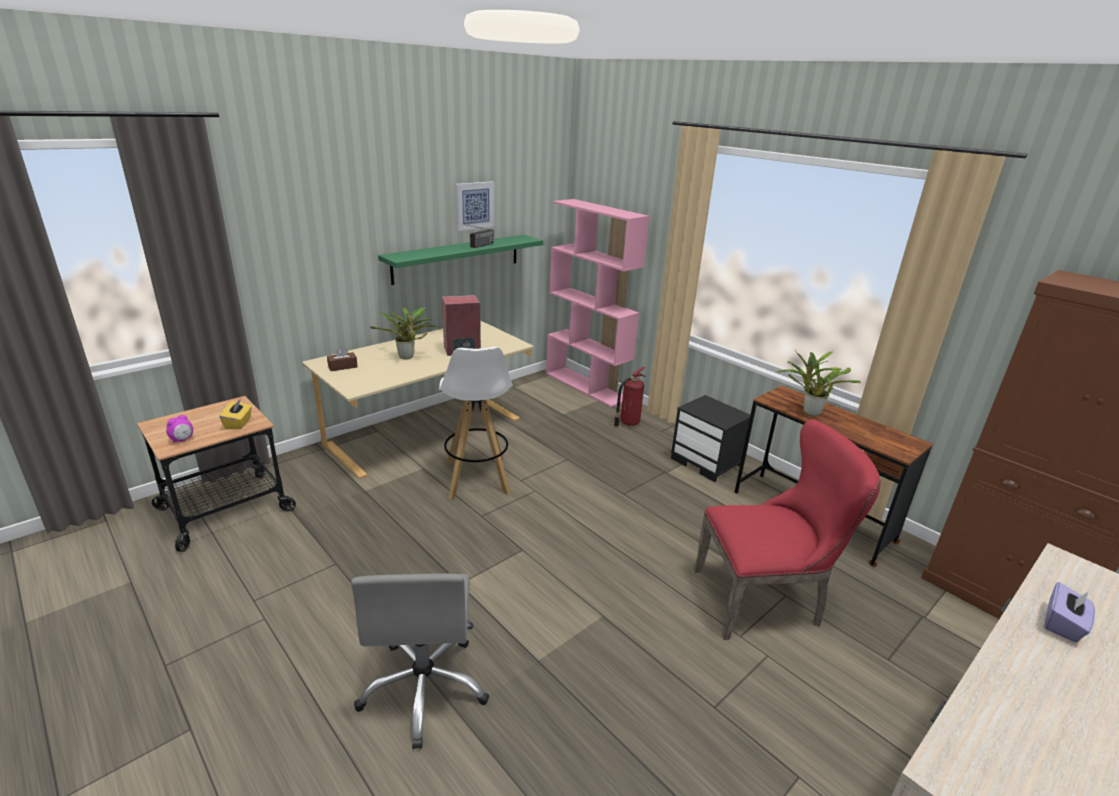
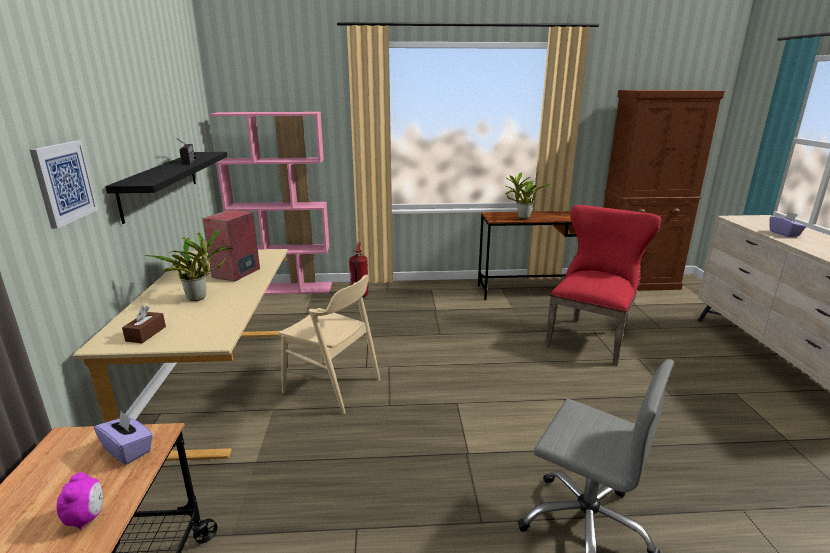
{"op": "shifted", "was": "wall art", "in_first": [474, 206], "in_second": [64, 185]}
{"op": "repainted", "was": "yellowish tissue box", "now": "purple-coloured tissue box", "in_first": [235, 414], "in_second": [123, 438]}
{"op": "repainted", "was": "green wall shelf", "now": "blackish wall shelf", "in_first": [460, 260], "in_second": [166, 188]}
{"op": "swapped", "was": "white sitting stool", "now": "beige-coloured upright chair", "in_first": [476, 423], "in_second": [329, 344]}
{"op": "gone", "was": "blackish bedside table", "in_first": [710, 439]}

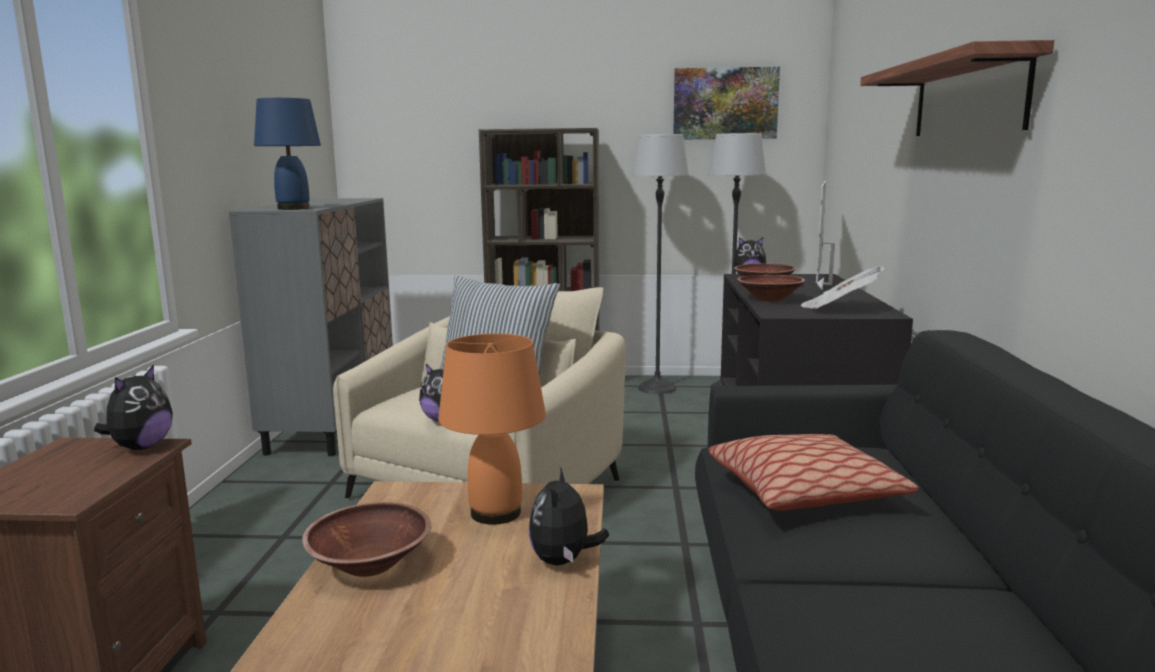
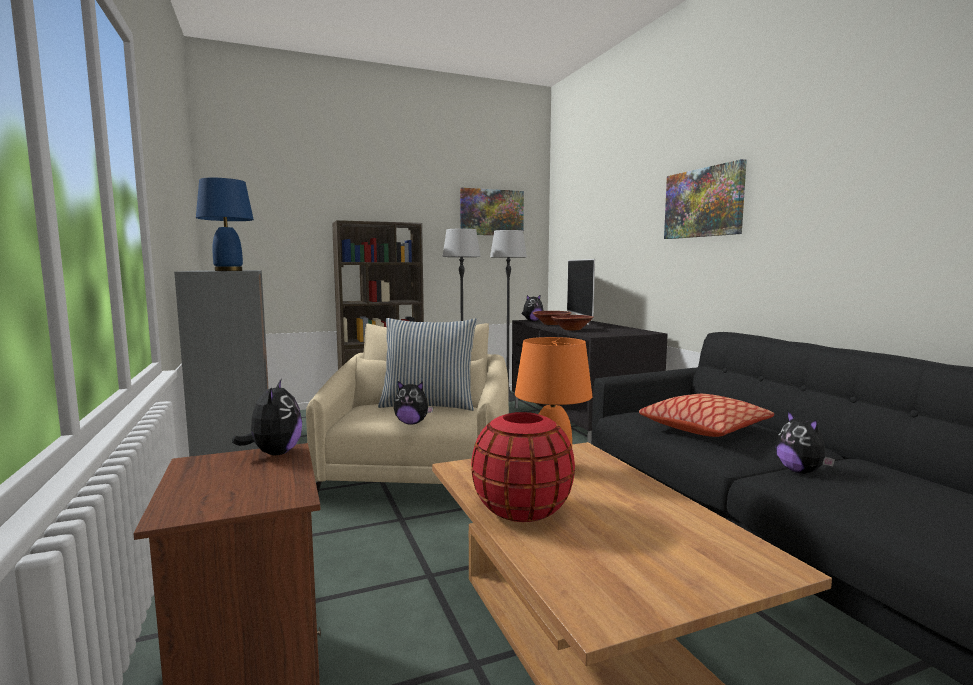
{"op": "swapped", "was": "brown-coloured bowl", "now": "reddish flower vase", "in_first": [366, 539], "in_second": [523, 467]}
{"op": "swapped", "was": "wall shelf", "now": "wall art", "in_first": [957, 88], "in_second": [705, 199]}
{"op": "shifted", "was": "plush toy", "in_first": [568, 516], "in_second": [805, 442]}
{"op": "gone", "was": "newspaper", "in_first": [843, 288]}

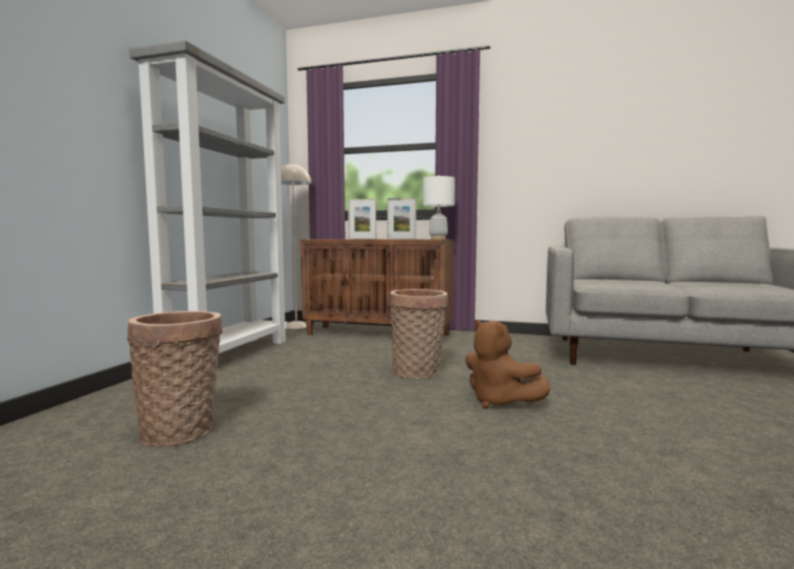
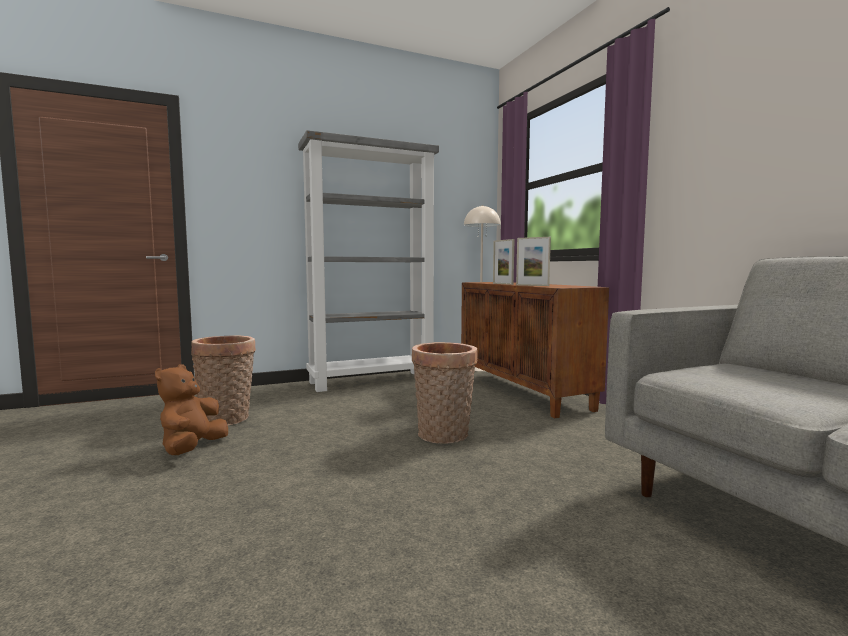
{"op": "shifted", "was": "brown-coloured plush toy", "in_first": [507, 364], "in_second": [191, 410]}
{"op": "gone", "was": "white table lamp", "in_first": [439, 207]}

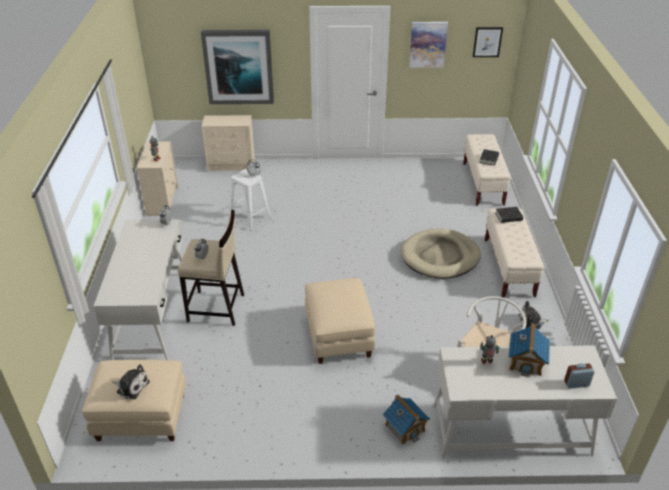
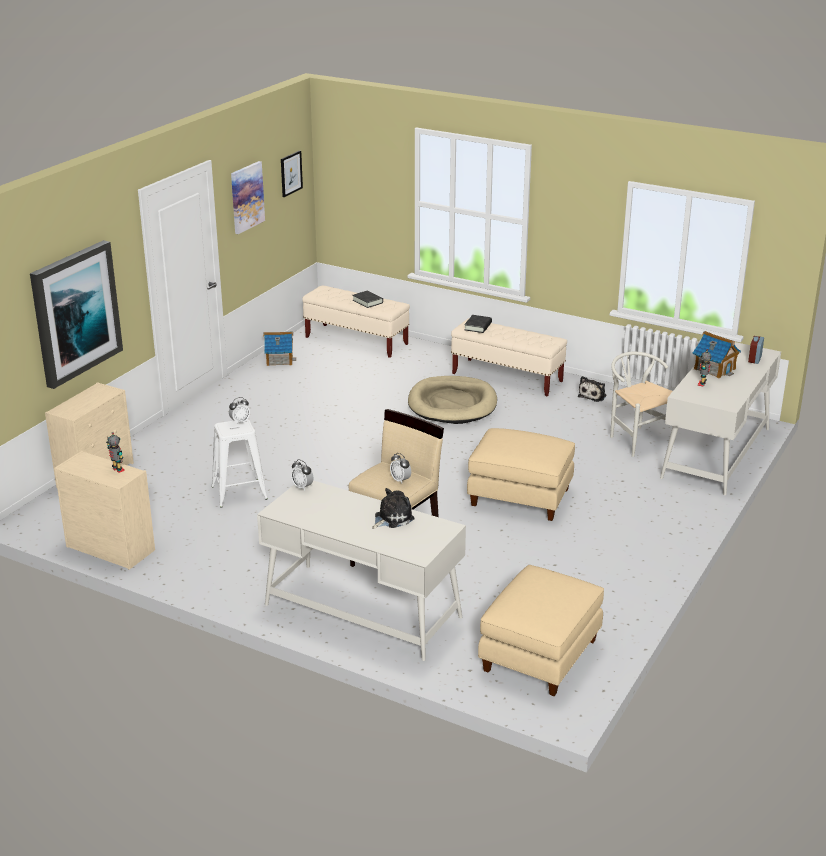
{"op": "shifted", "was": "model house", "in_first": [406, 420], "in_second": [279, 348]}
{"op": "shifted", "was": "plush toy", "in_first": [131, 381], "in_second": [393, 508]}

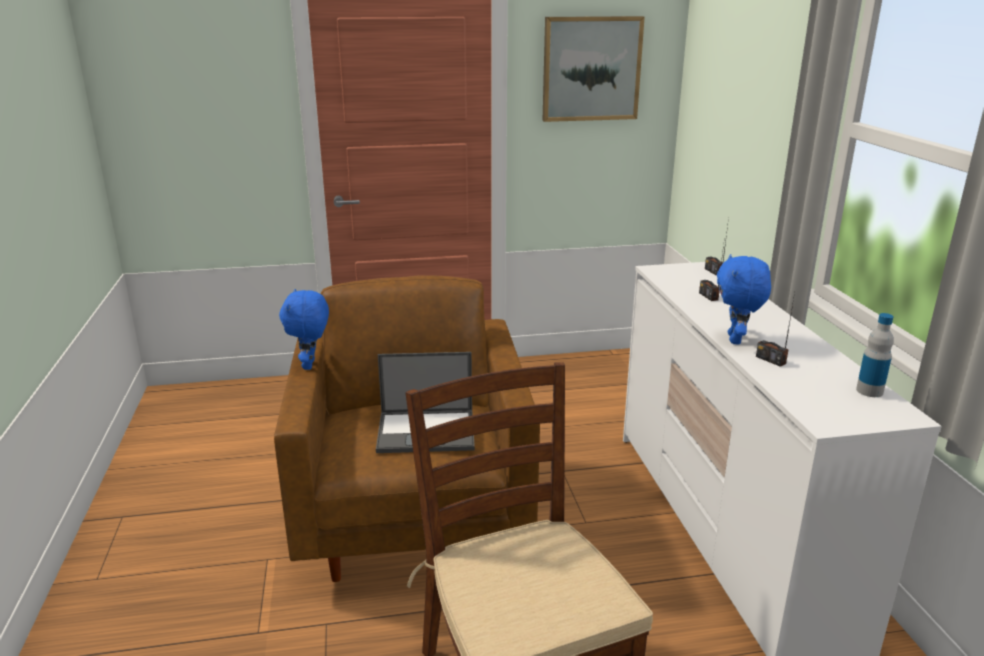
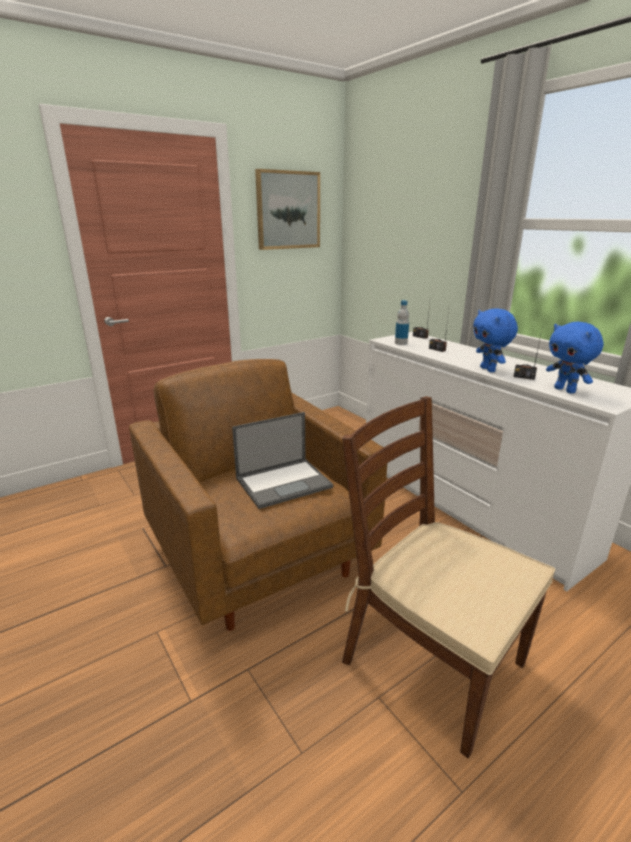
{"op": "shifted", "was": "bottle", "in_first": [875, 355], "in_second": [402, 322]}
{"op": "shifted", "was": "blue-coloured plush toy", "in_first": [304, 329], "in_second": [575, 358]}

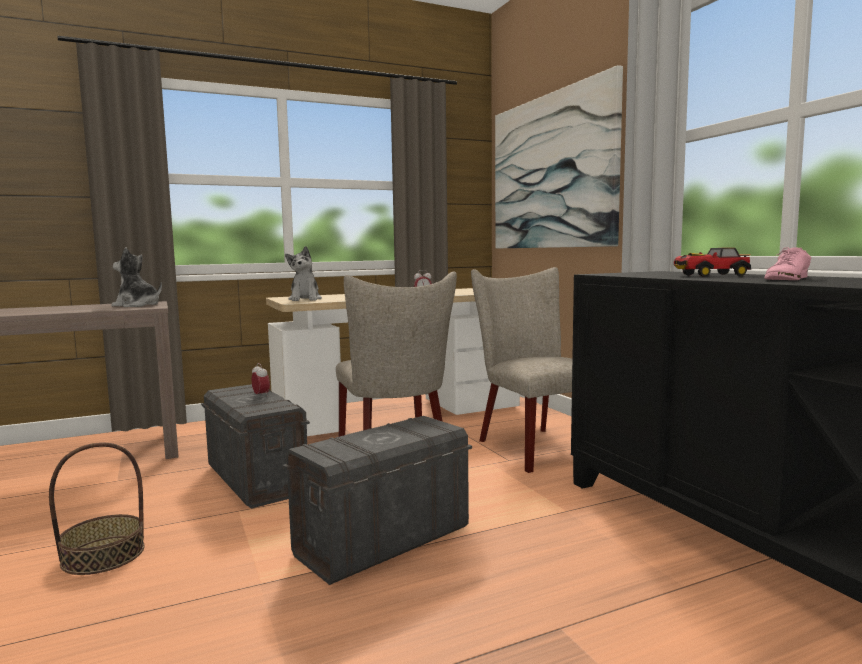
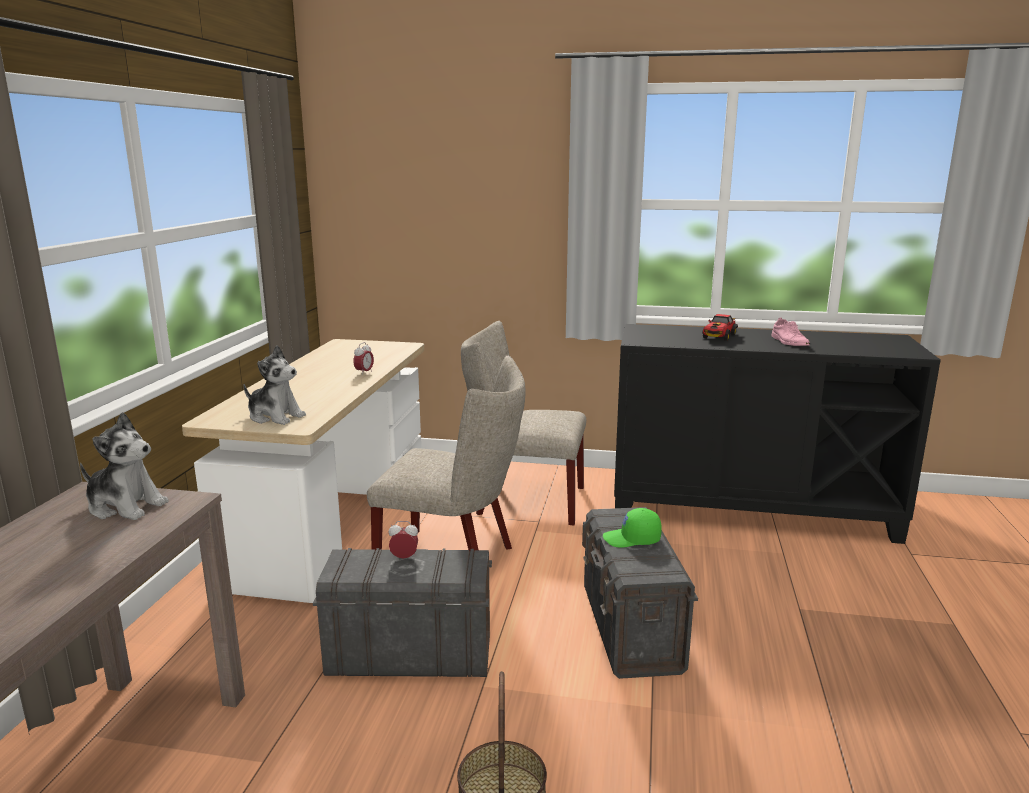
{"op": "rotated", "was": "plush toy", "in_first": [136, 277], "in_second": [124, 466], "clockwise": -120}
{"op": "new", "now": "green cap", "in_second": [632, 528]}
{"op": "gone", "was": "wall art", "in_first": [559, 157]}

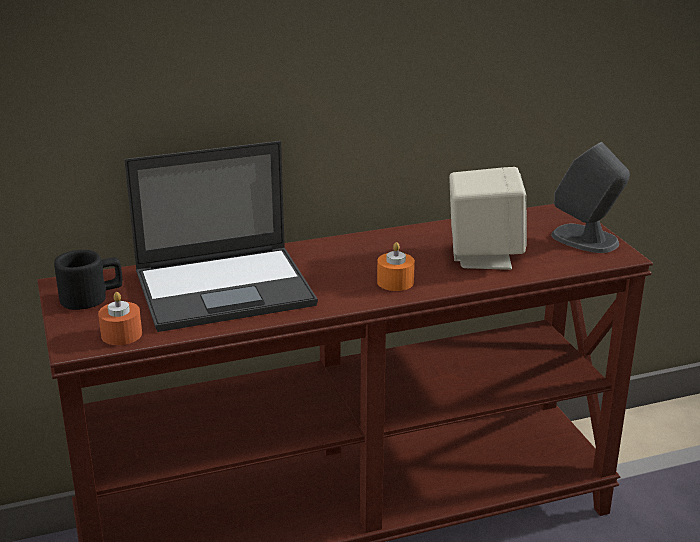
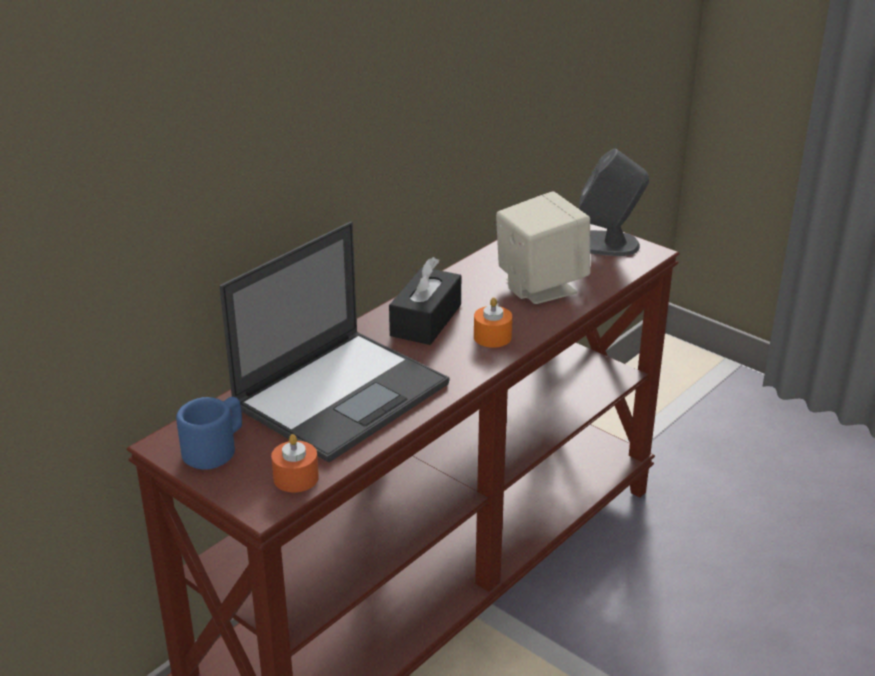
{"op": "repainted", "was": "blackish tea mug", "now": "blue-coloured tea mug", "in_first": [88, 280], "in_second": [209, 433]}
{"op": "new", "now": "blackish tissue box", "in_second": [425, 301]}

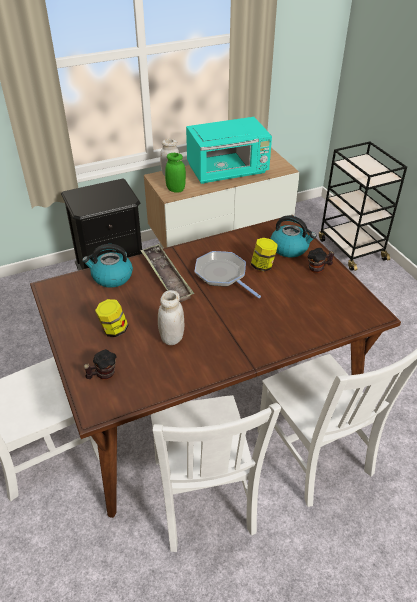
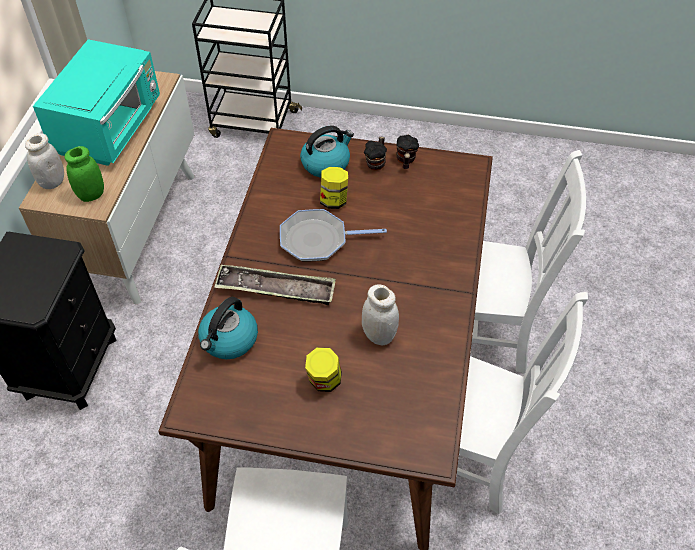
{"op": "shifted", "was": "tea mug", "in_first": [100, 364], "in_second": [408, 152]}

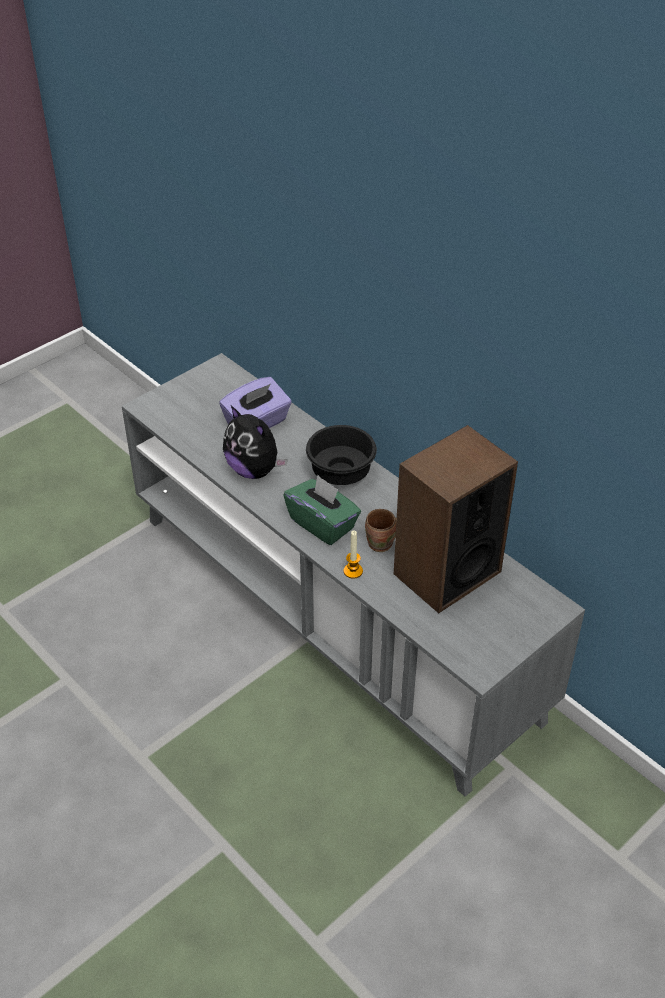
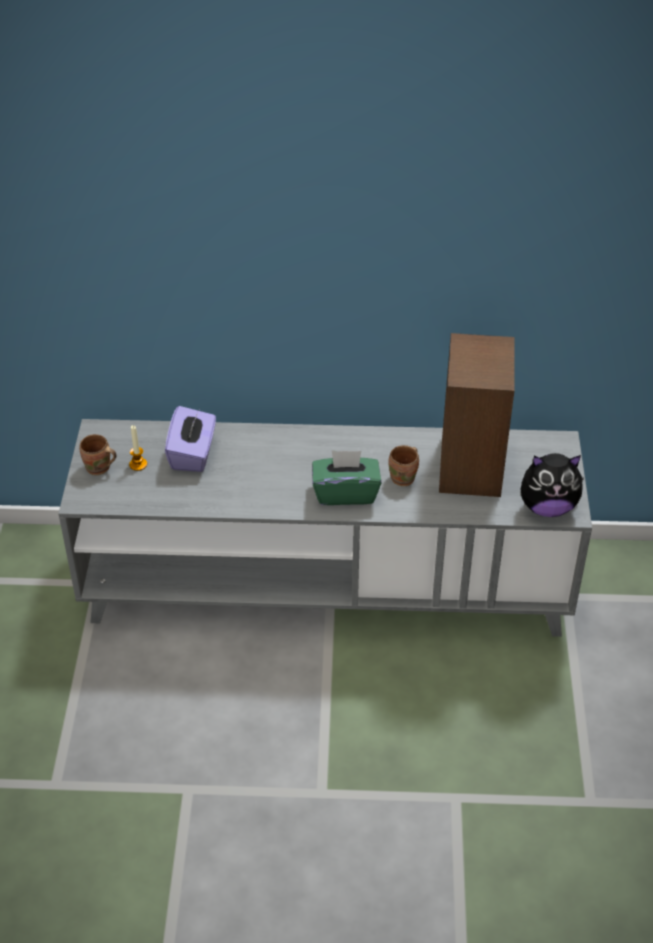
{"op": "new", "now": "brown-coloured tea mug", "in_second": [97, 454]}
{"op": "shifted", "was": "wax light", "in_first": [353, 554], "in_second": [138, 448]}
{"op": "shifted", "was": "plush toy", "in_first": [255, 442], "in_second": [552, 485]}
{"op": "gone", "was": "blackish bowl", "in_first": [341, 455]}

